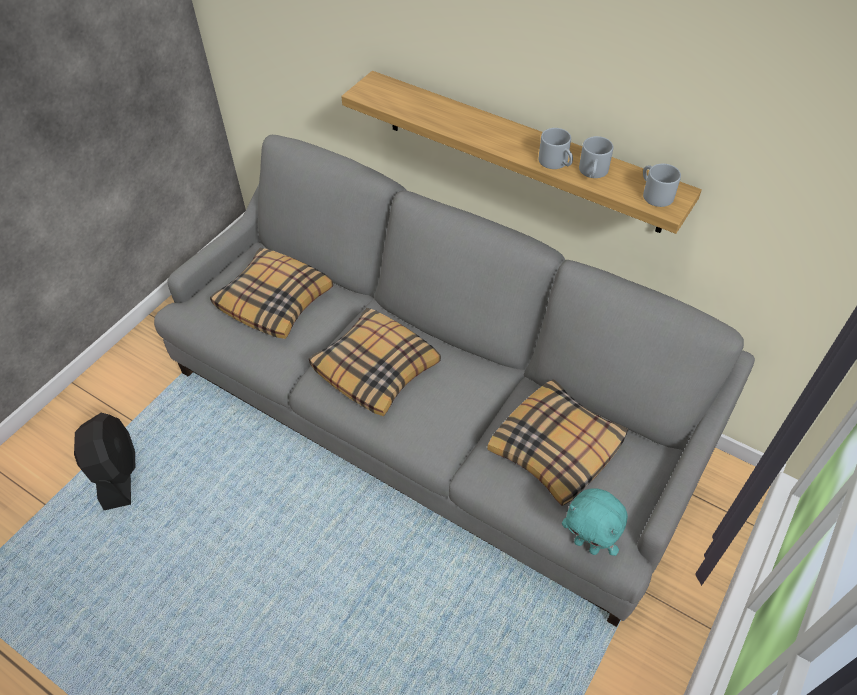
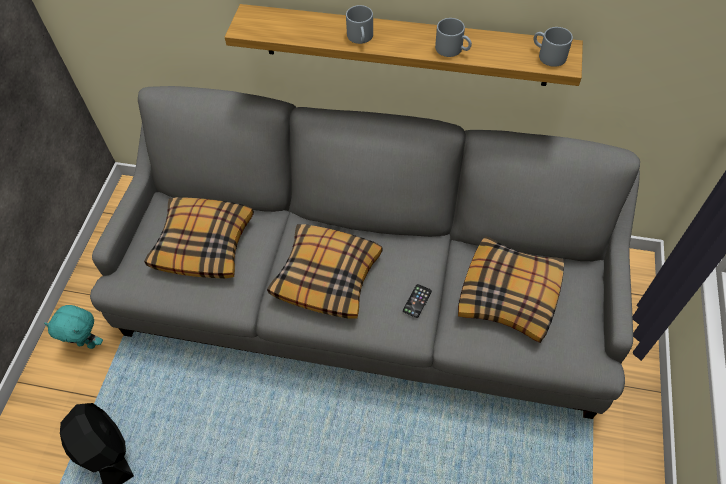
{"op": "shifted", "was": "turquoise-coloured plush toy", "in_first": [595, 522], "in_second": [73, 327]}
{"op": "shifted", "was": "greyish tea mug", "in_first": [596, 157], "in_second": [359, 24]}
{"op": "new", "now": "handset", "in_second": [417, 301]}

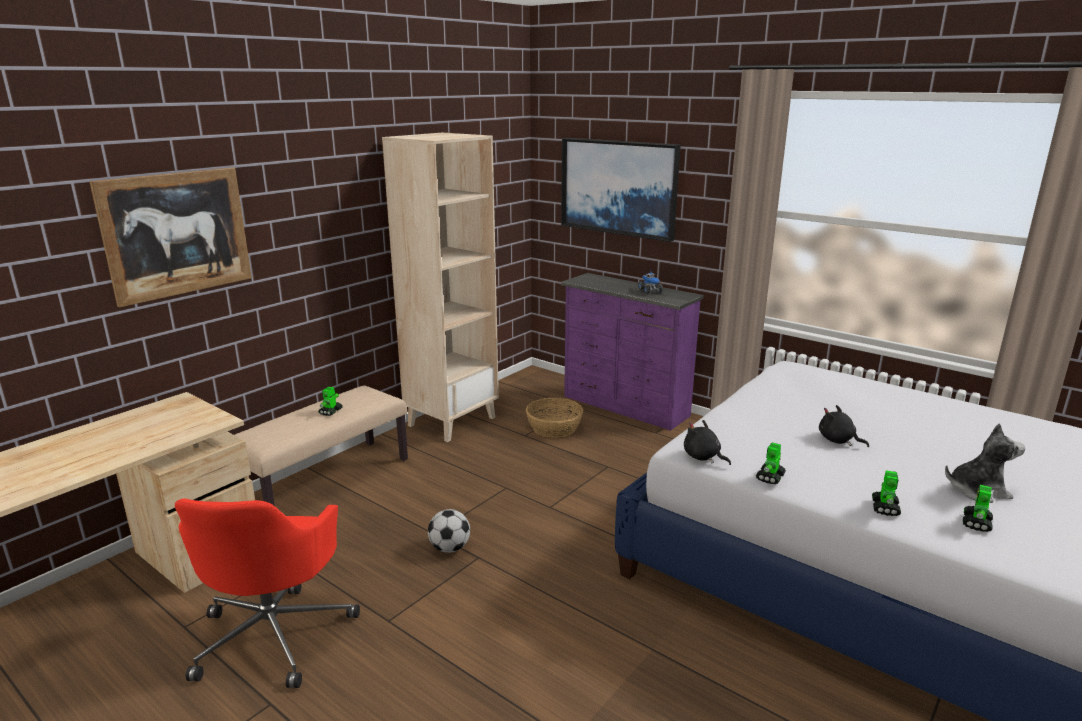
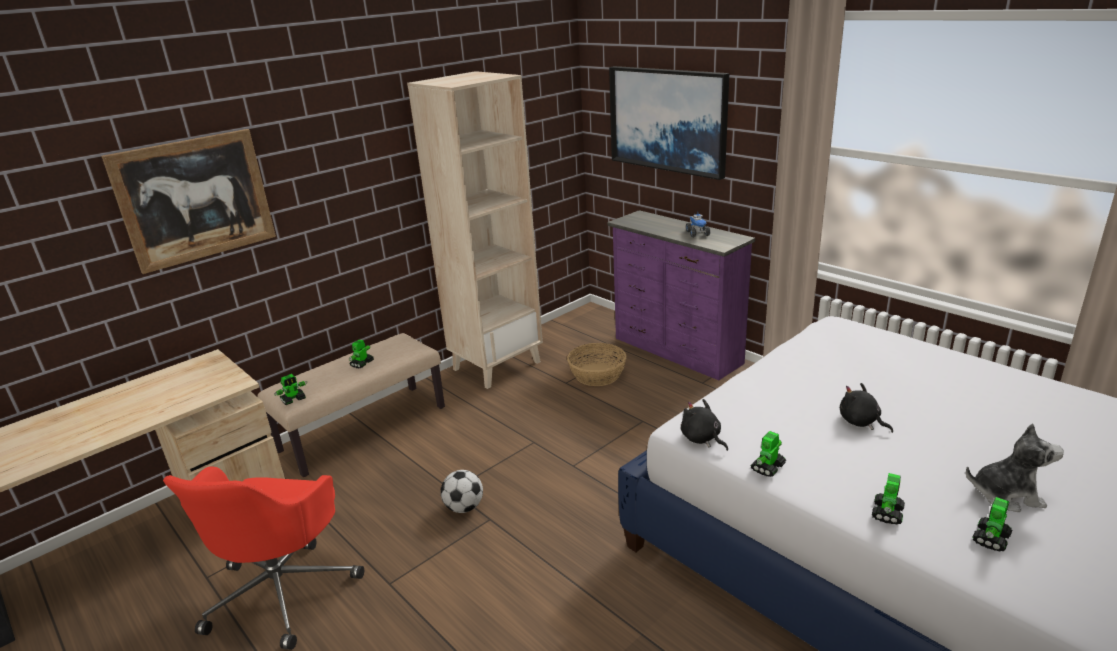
{"op": "new", "now": "toy robot", "in_second": [290, 389]}

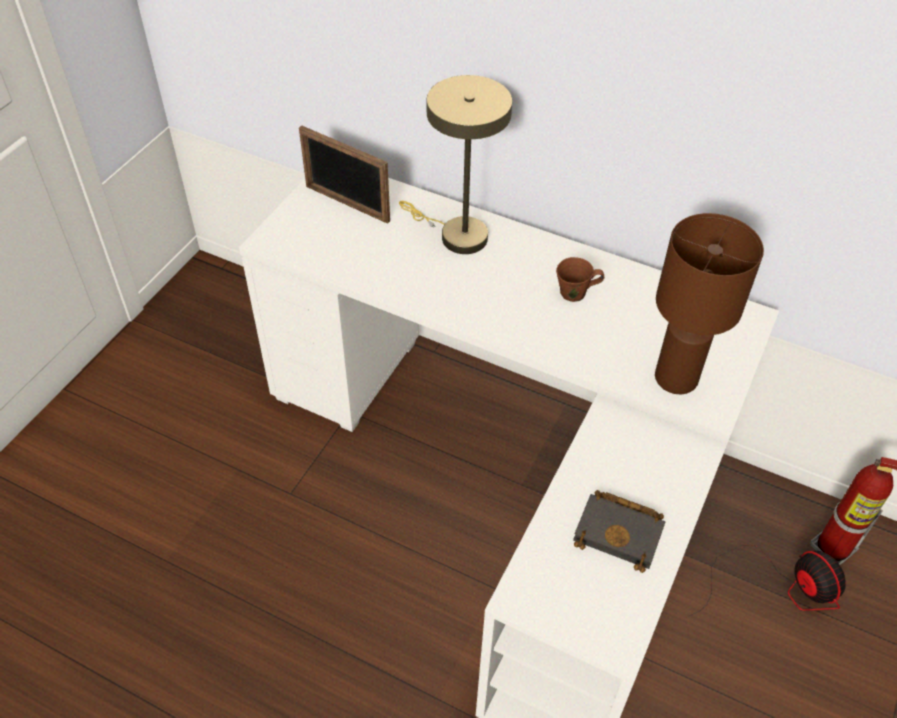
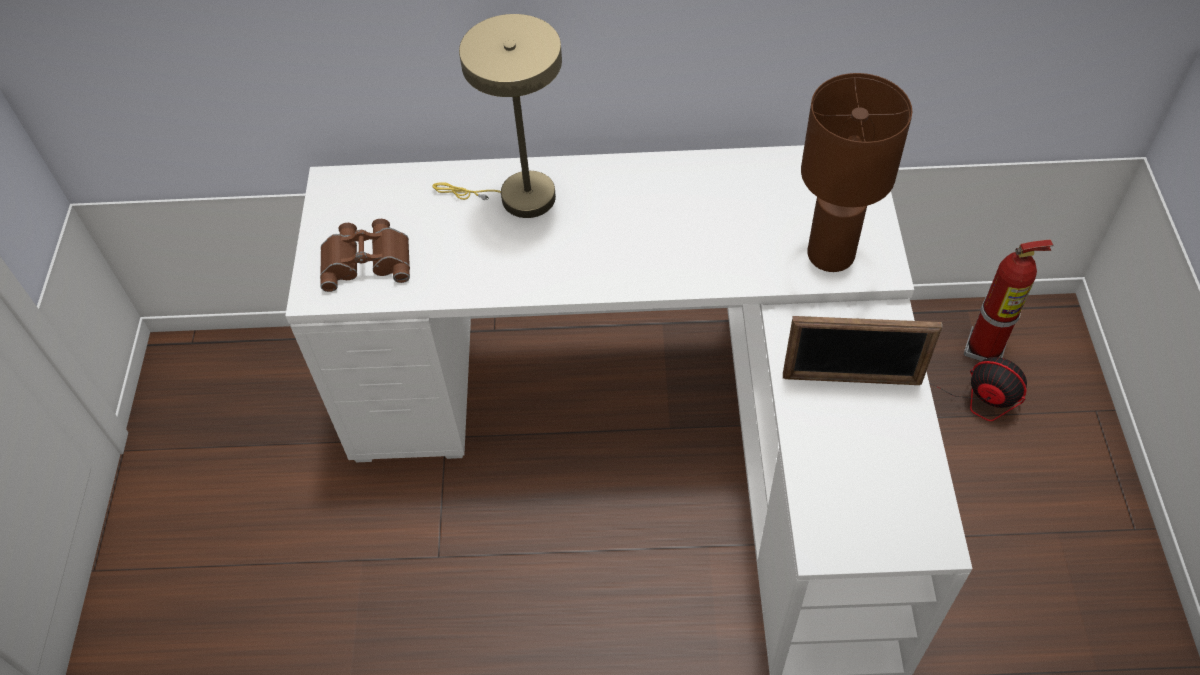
{"op": "new", "now": "brown-coloured field glasses", "in_second": [365, 255]}
{"op": "shifted", "was": "standing frame", "in_first": [344, 174], "in_second": [862, 350]}
{"op": "gone", "was": "brown-coloured tea mug", "in_first": [580, 279]}
{"op": "gone", "was": "blackish book", "in_first": [619, 531]}

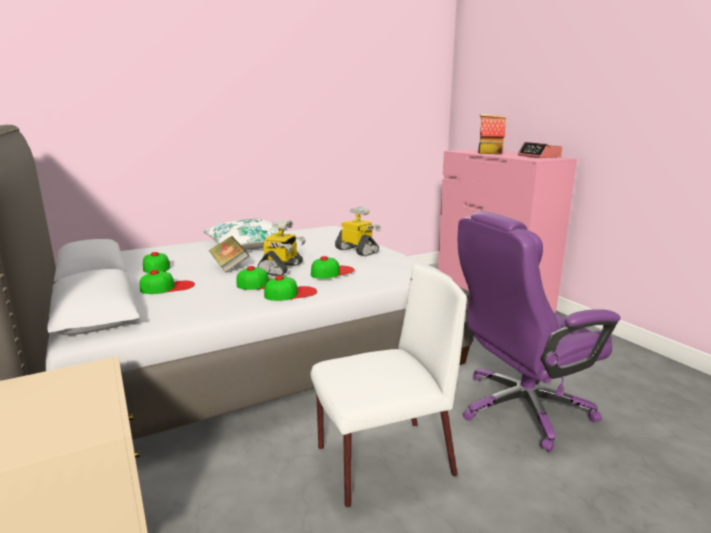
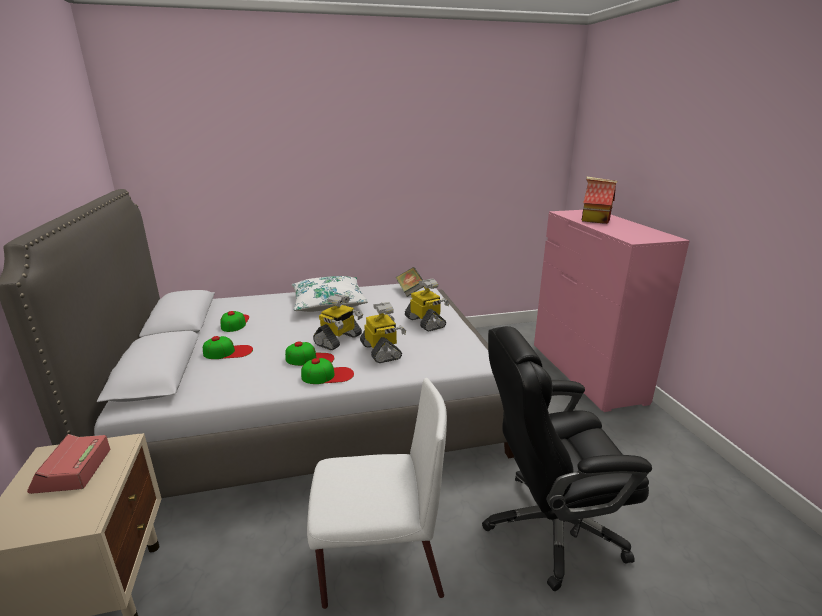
{"op": "shifted", "was": "bedside clock", "in_first": [540, 150], "in_second": [68, 464]}
{"op": "swapped", "was": "cap", "now": "toy robot", "in_first": [333, 267], "in_second": [383, 332]}
{"op": "shifted", "was": "book", "in_first": [229, 254], "in_second": [409, 282]}
{"op": "repainted", "was": "purple-coloured computer chair", "now": "blackish computer chair", "in_first": [539, 331], "in_second": [567, 458]}

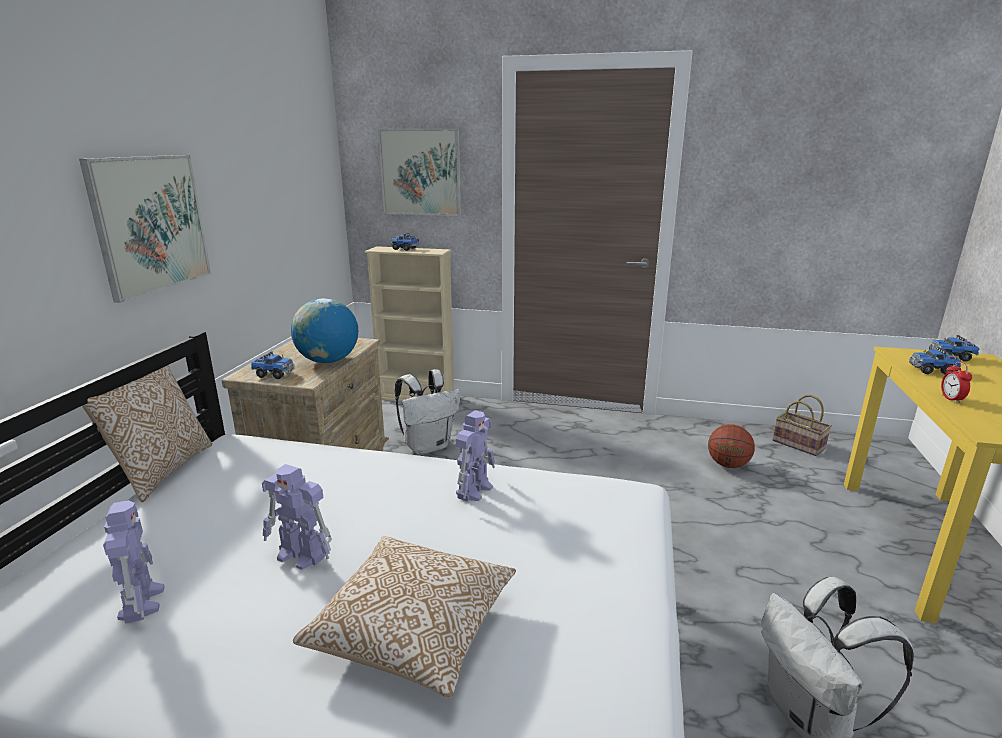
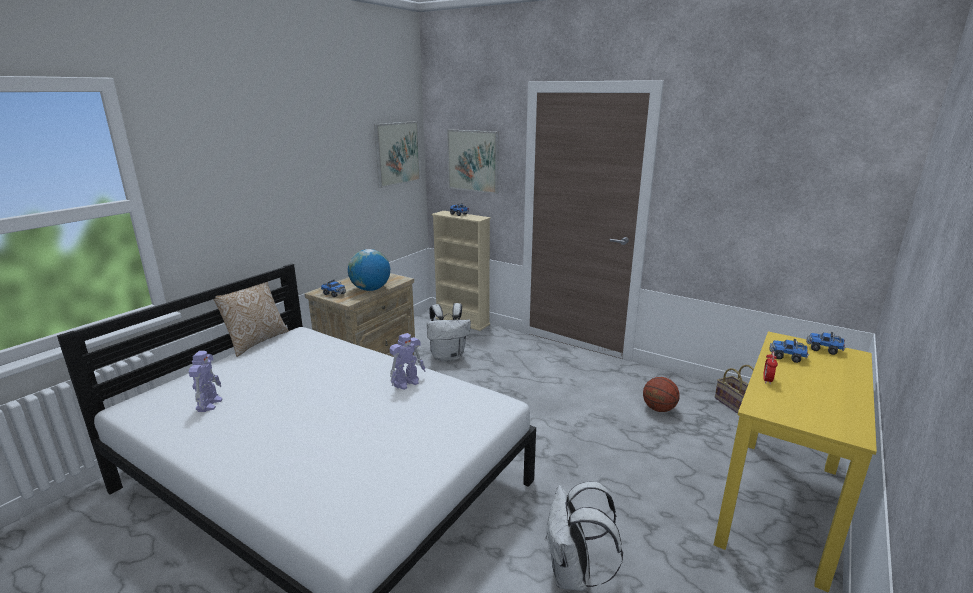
{"op": "shifted", "was": "wall art", "in_first": [145, 229], "in_second": [397, 154]}
{"op": "gone", "was": "toy robot", "in_first": [297, 517]}
{"op": "gone", "was": "pillow", "in_first": [404, 617]}

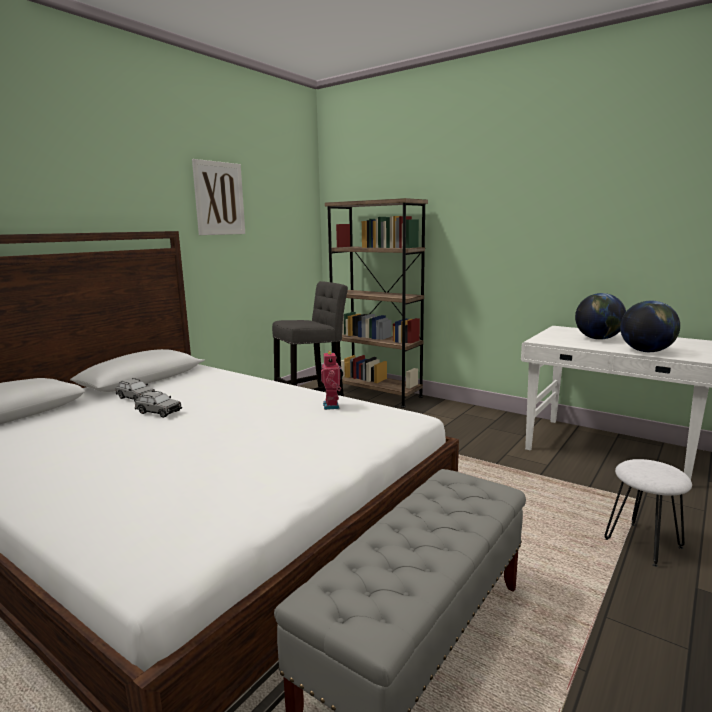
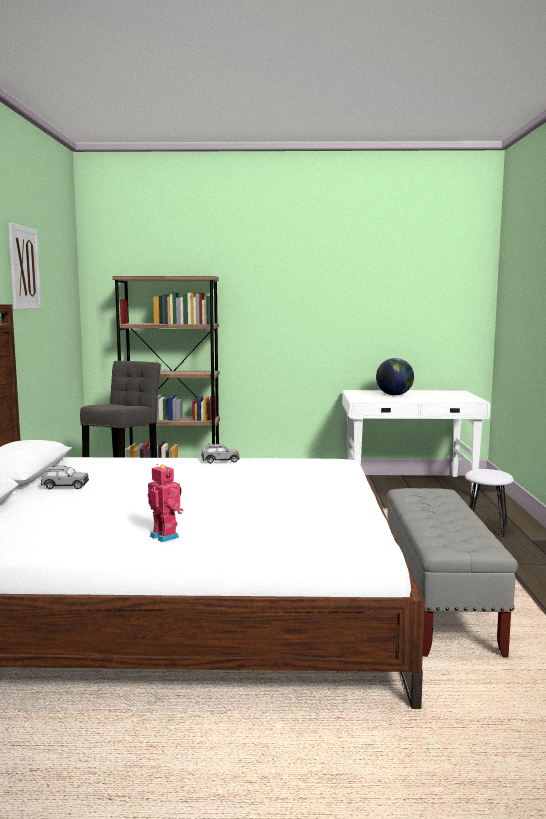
{"op": "shifted", "was": "toy robot", "in_first": [332, 380], "in_second": [166, 503]}
{"op": "shifted", "was": "greyish model car", "in_first": [158, 404], "in_second": [220, 453]}
{"op": "gone", "was": "desk globe", "in_first": [650, 326]}

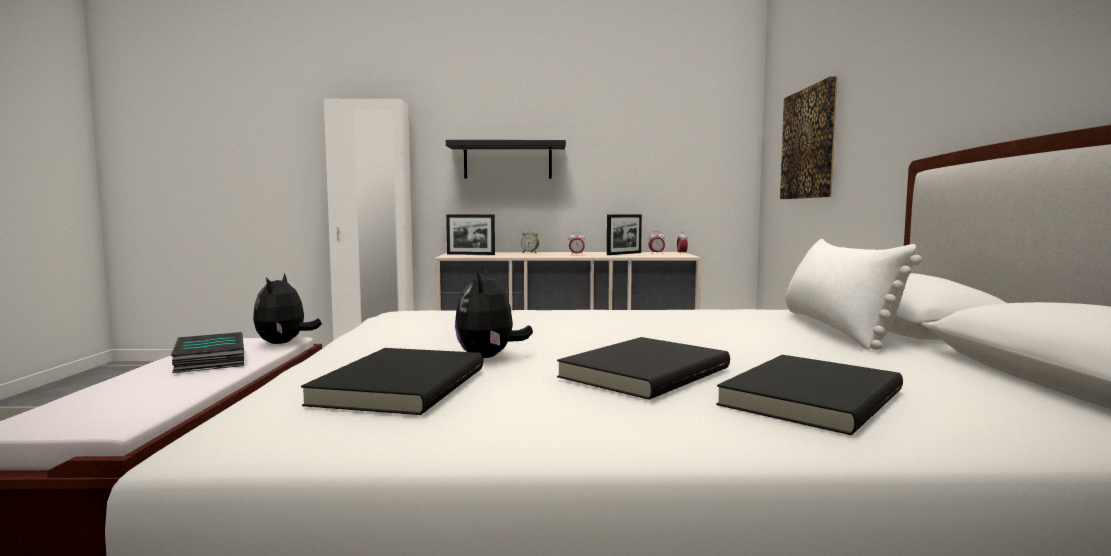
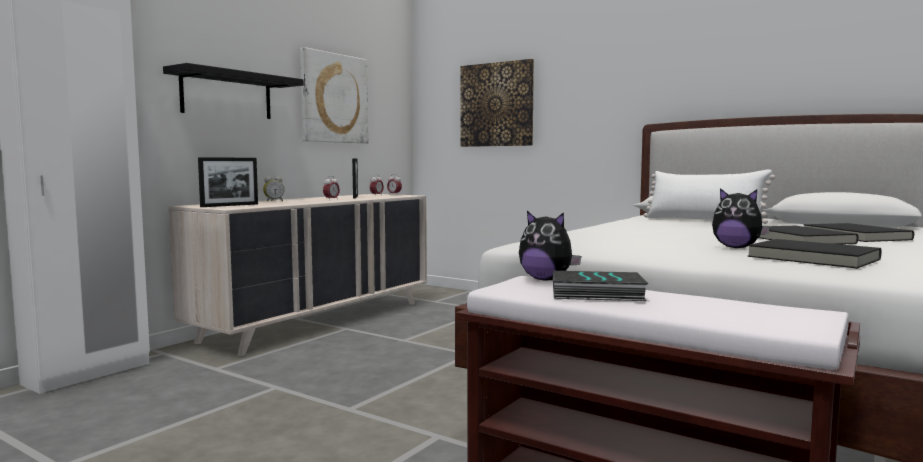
{"op": "new", "now": "wall art", "in_second": [334, 95]}

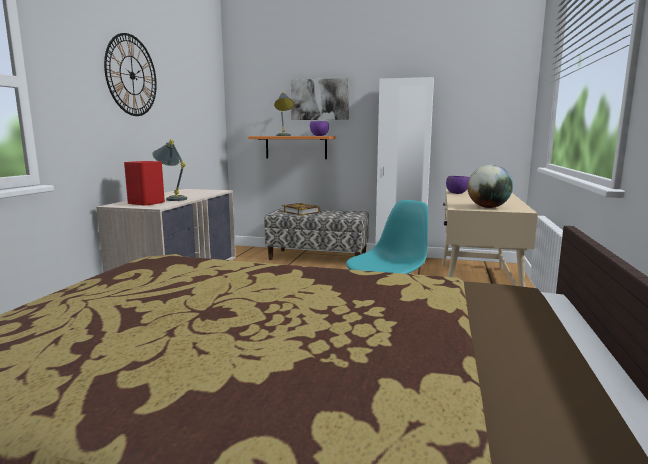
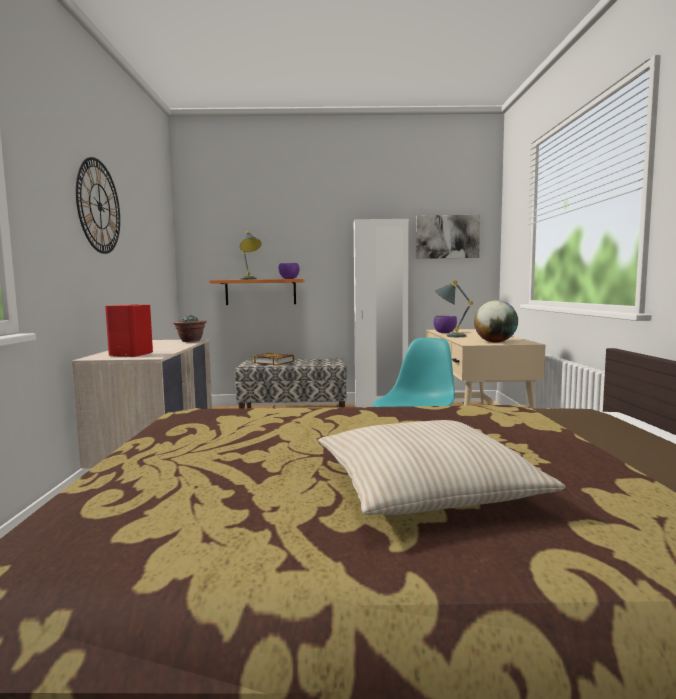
{"op": "new", "now": "houseplant", "in_second": [189, 328]}
{"op": "new", "now": "beige-coloured pillow", "in_second": [441, 467]}
{"op": "shifted", "was": "wall art", "in_first": [320, 99], "in_second": [448, 237]}
{"op": "shifted", "was": "greyish table lamp", "in_first": [169, 170], "in_second": [453, 308]}

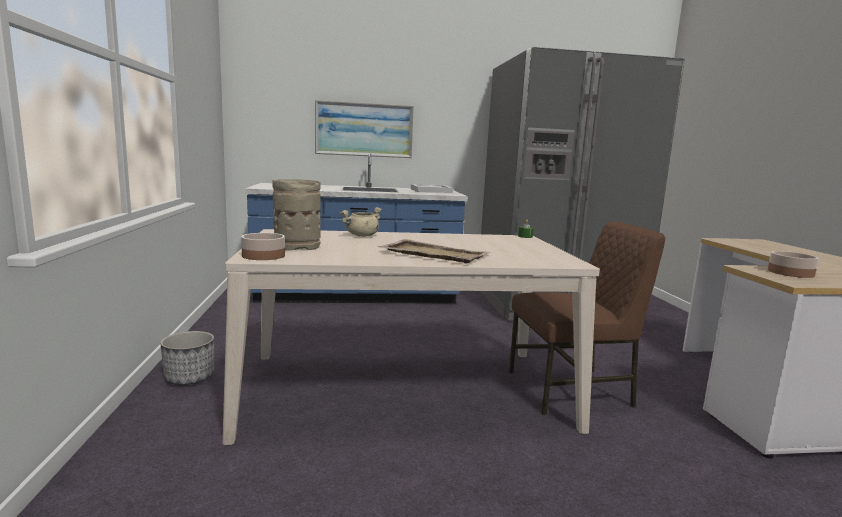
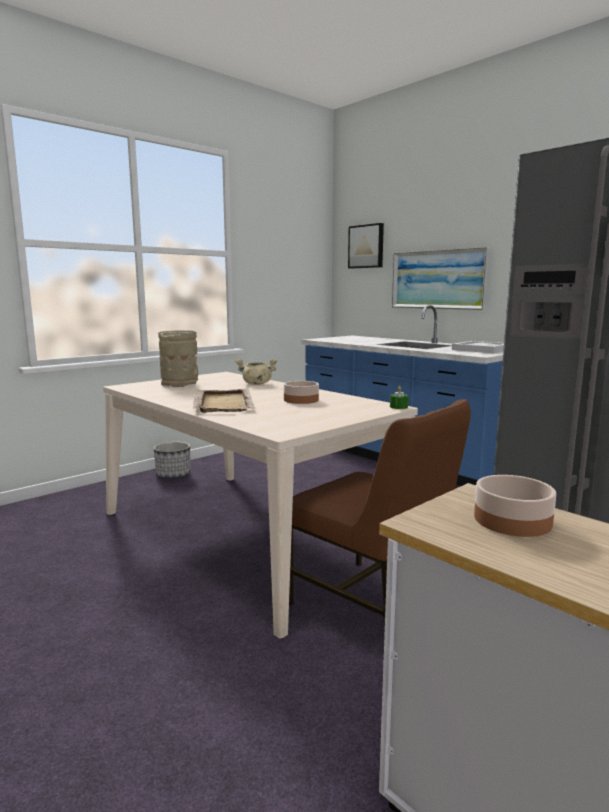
{"op": "shifted", "was": "bowl", "in_first": [263, 246], "in_second": [301, 392]}
{"op": "new", "now": "wall art", "in_second": [366, 246]}

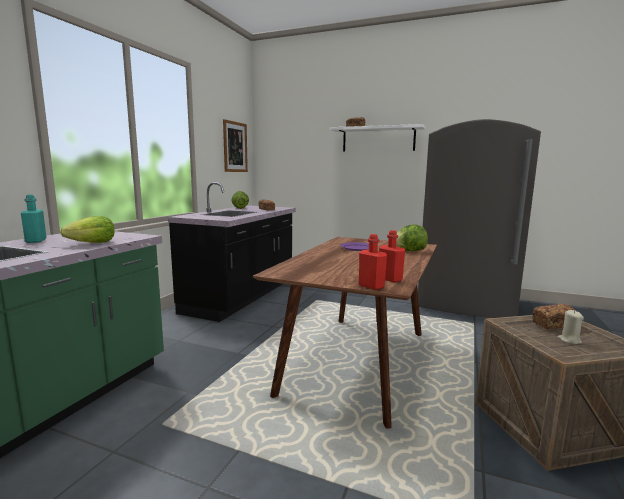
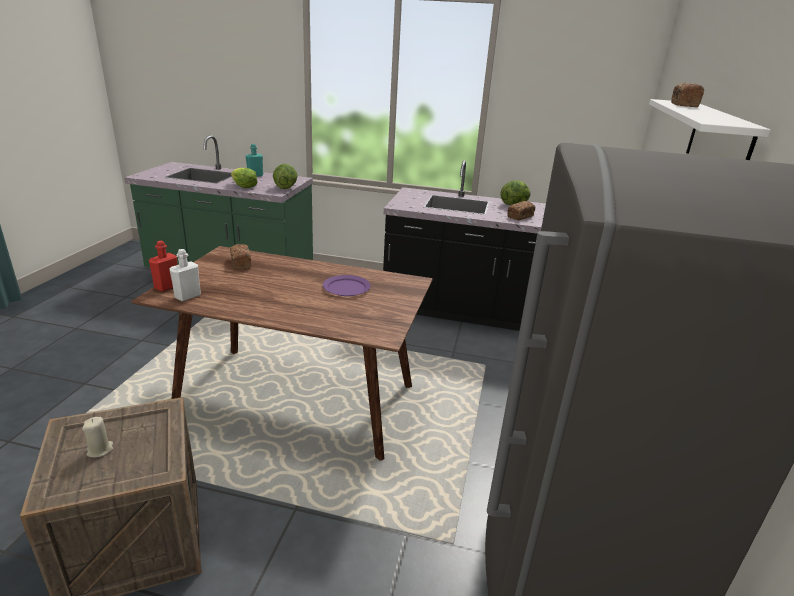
{"op": "repainted", "was": "reddish bottle", "now": "white bottle", "in_first": [392, 256], "in_second": [185, 275]}
{"op": "shifted", "was": "bread", "in_first": [554, 316], "in_second": [240, 257]}
{"op": "shifted", "was": "head of lettuce", "in_first": [412, 237], "in_second": [285, 176]}
{"op": "gone", "was": "wall art", "in_first": [235, 145]}

